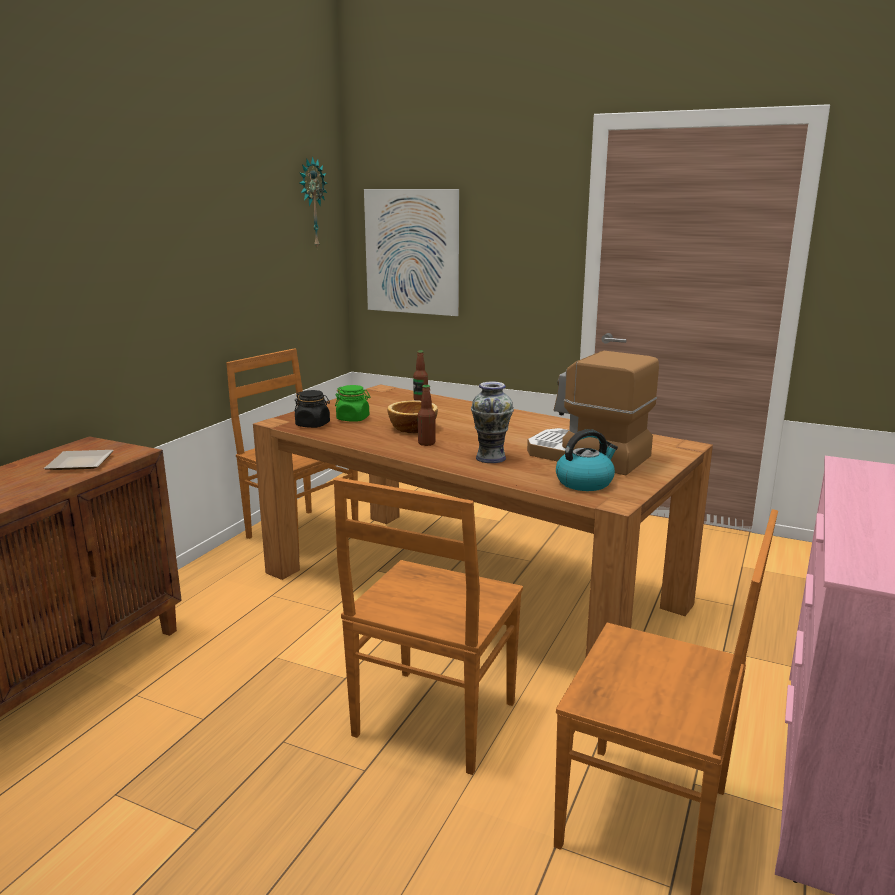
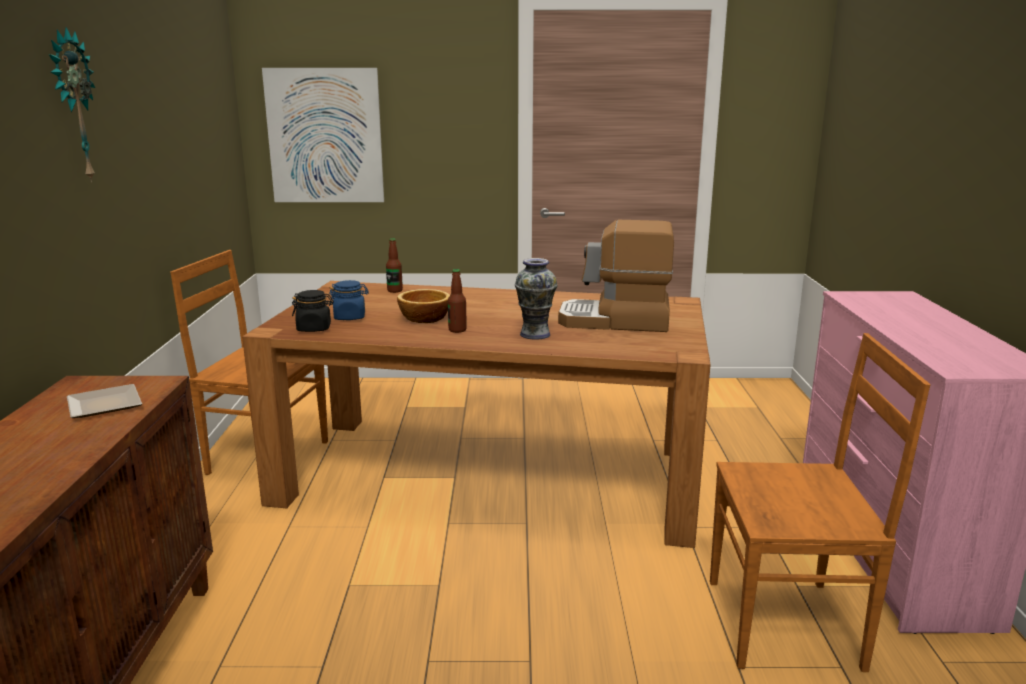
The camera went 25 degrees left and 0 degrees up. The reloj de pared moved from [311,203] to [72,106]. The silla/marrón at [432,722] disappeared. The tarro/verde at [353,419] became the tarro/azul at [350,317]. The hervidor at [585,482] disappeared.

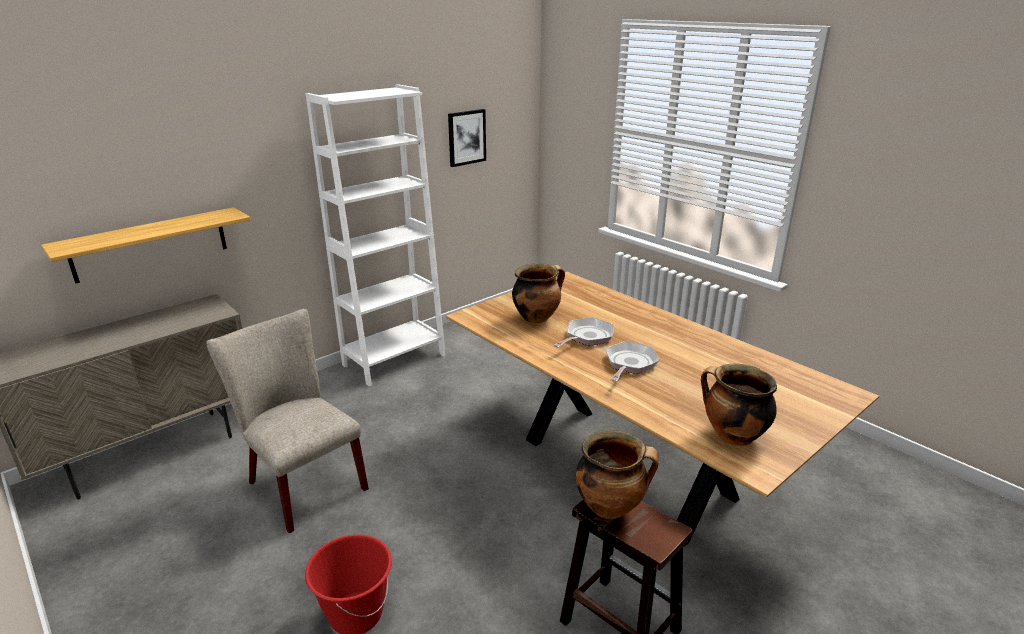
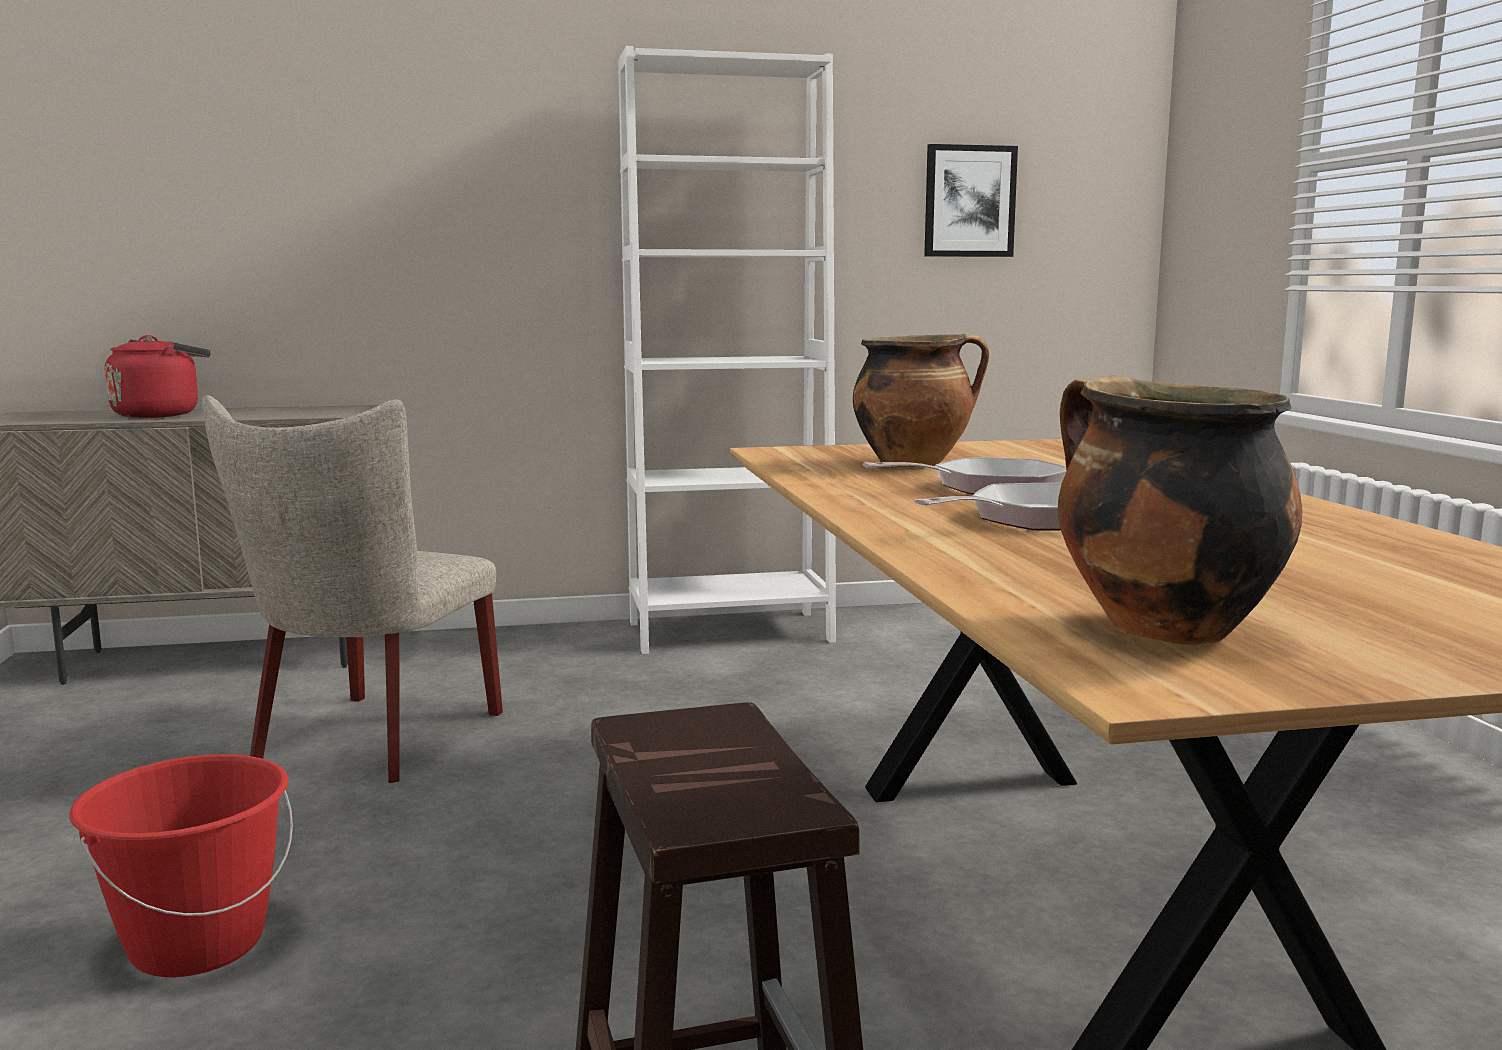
The camera went 30 degrees right and 15 degrees down. The estante at [150,244] disappeared. The silla/beis at [302,483] turned 150 degrees counterclockwise. The olla at [611,507] disappeared. The hervidor/rojo at [160,415] appeared.

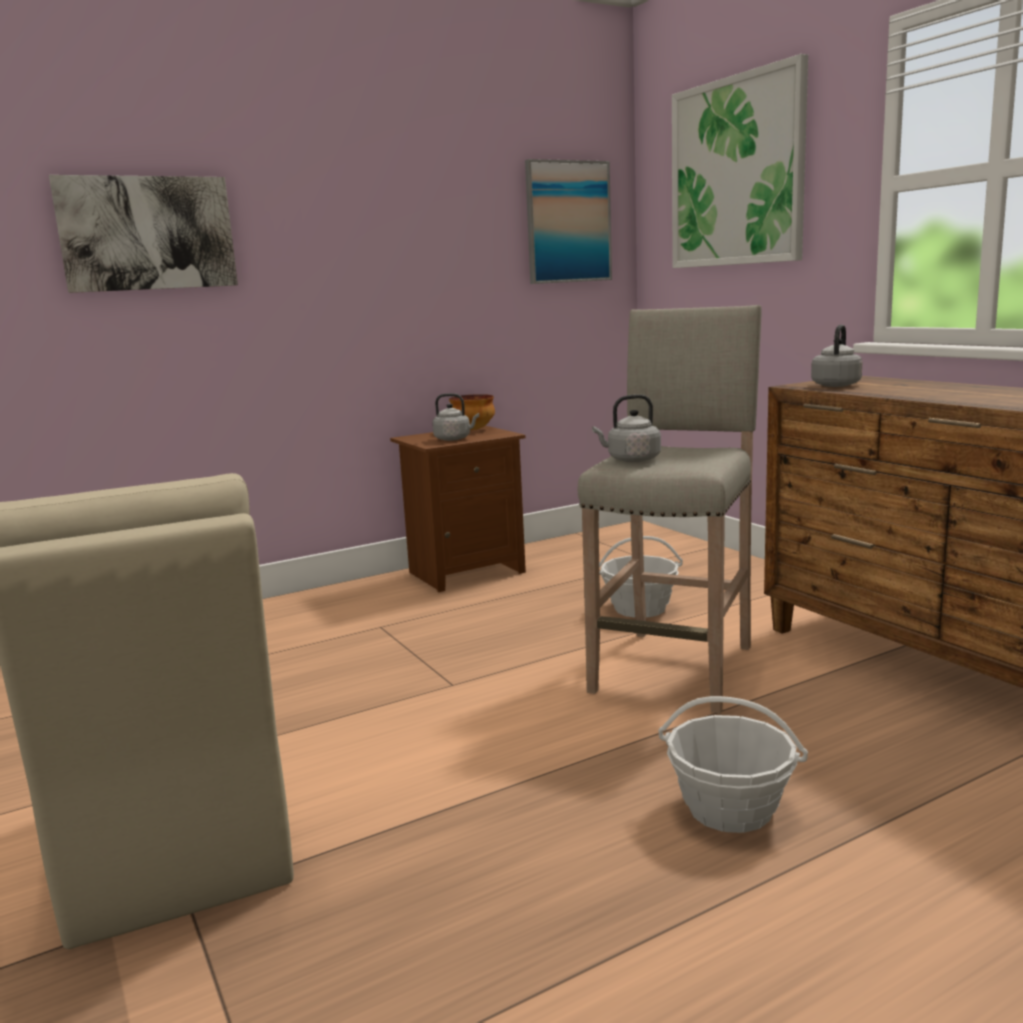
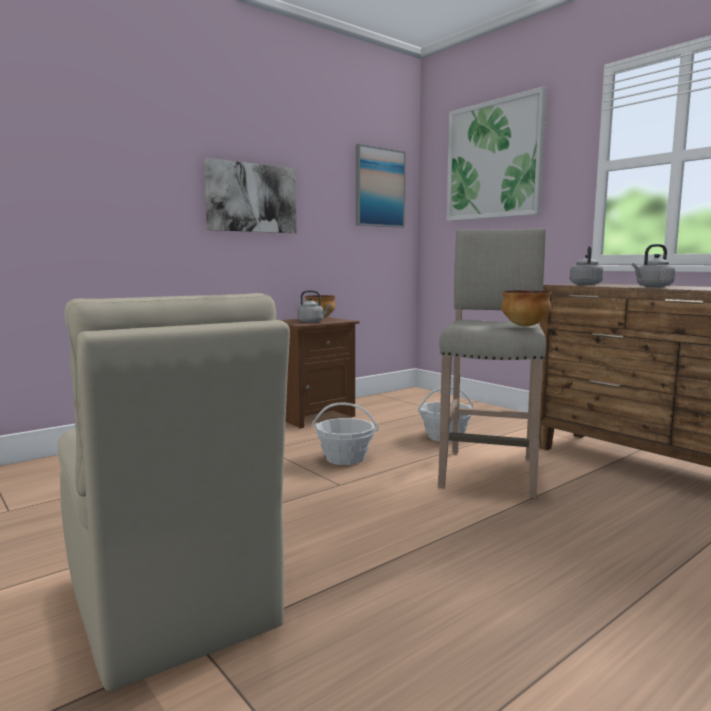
The camera went 10 degrees left and 5 degrees down. The cuadro moved from [147,233] to [251,198]. The hervidor/gris moved from [631,460] to [652,286]. The cesta moved from [730,809] to [345,458]. The cuenco at [525,326] appeared.

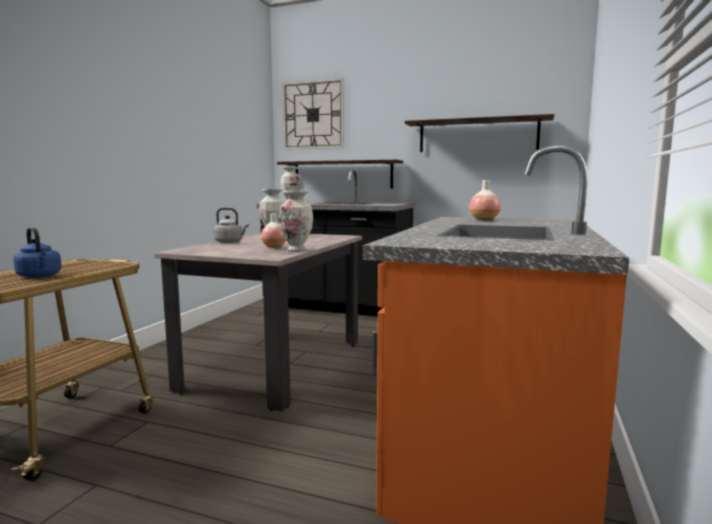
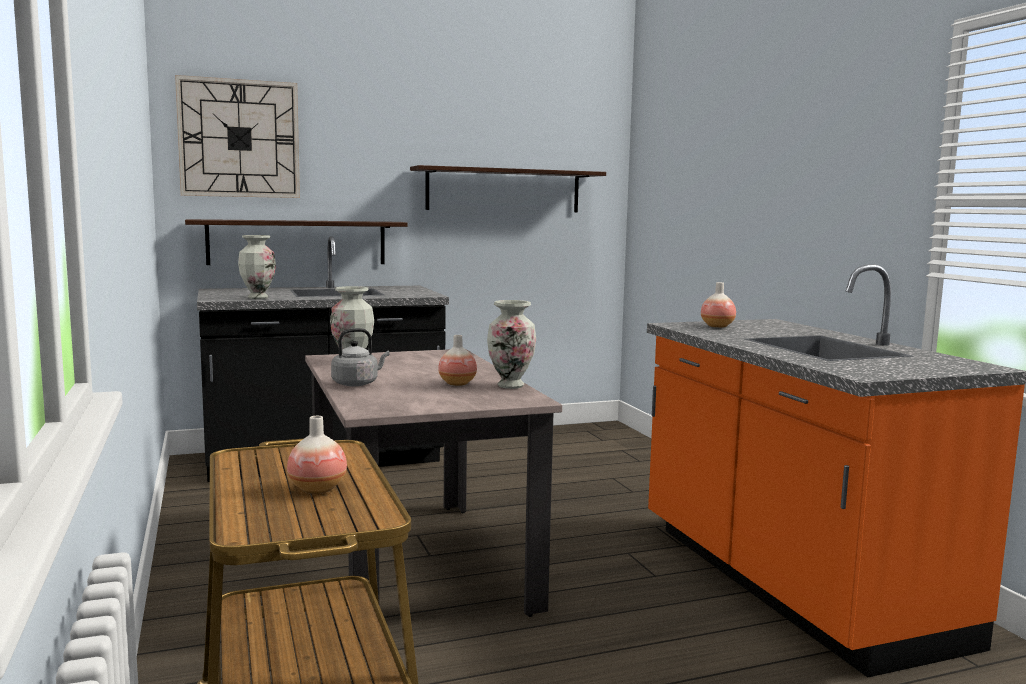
The camera went 40 degrees left and 0 degrees up. The hervidor/azul at [40,276] was replaced by the florero at [317,489].

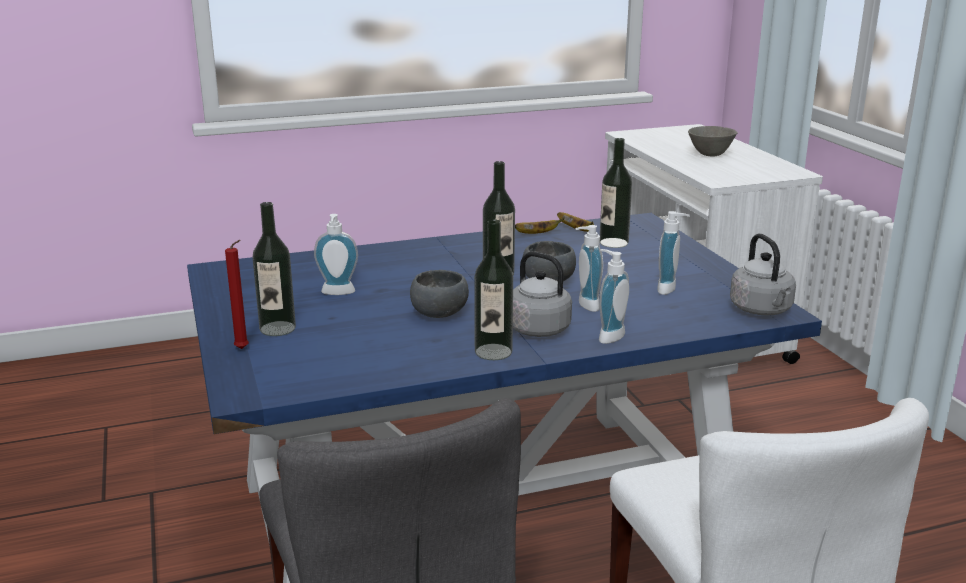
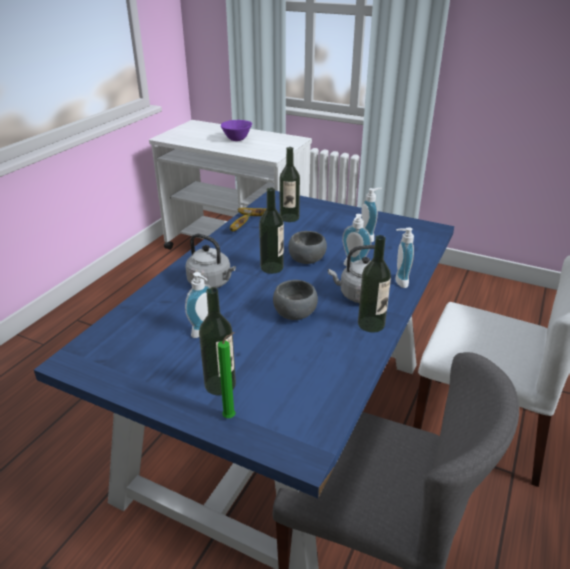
The camera went 45 degrees left and 10 degrees up. The vela/rojo at [243,349] became the vela/verde at [231,417]. The cuenco/gris at [710,155] became the cuenco/morado at [236,140]. The hervidor/gris moved from [762,310] to [211,283].

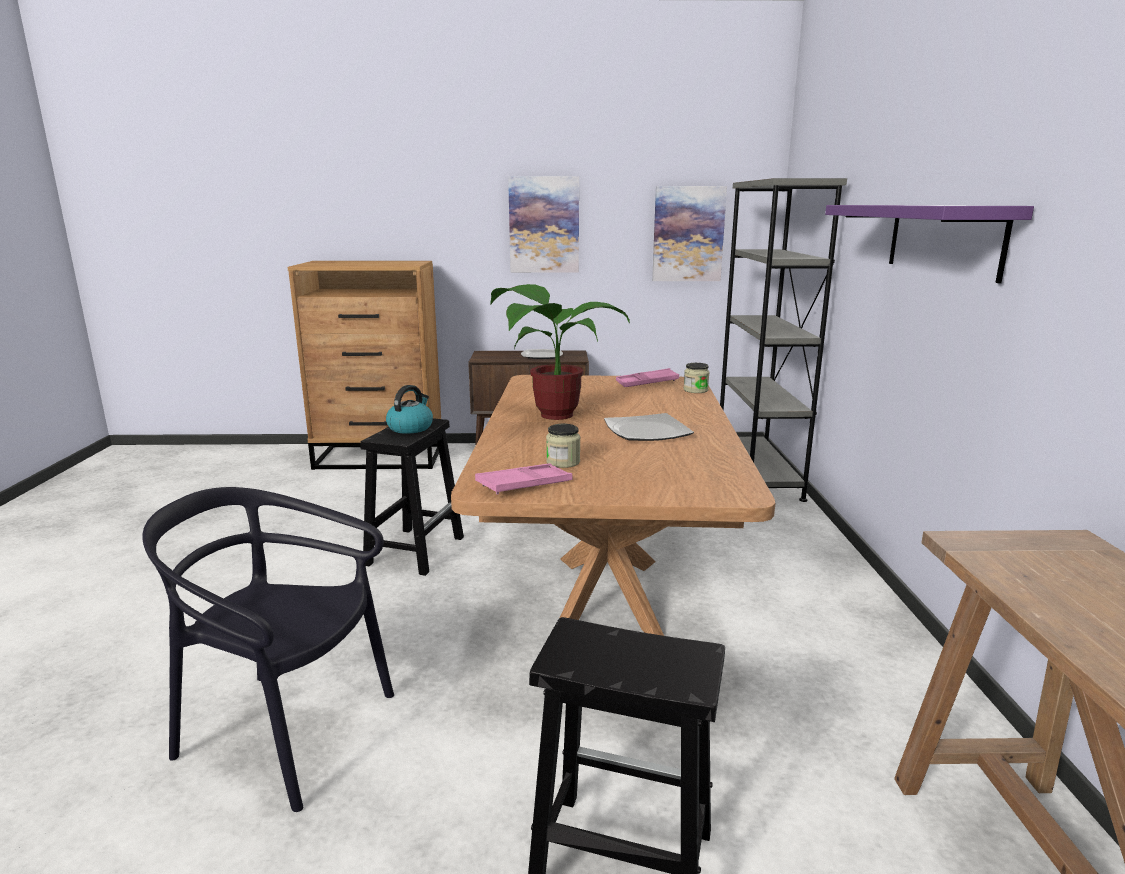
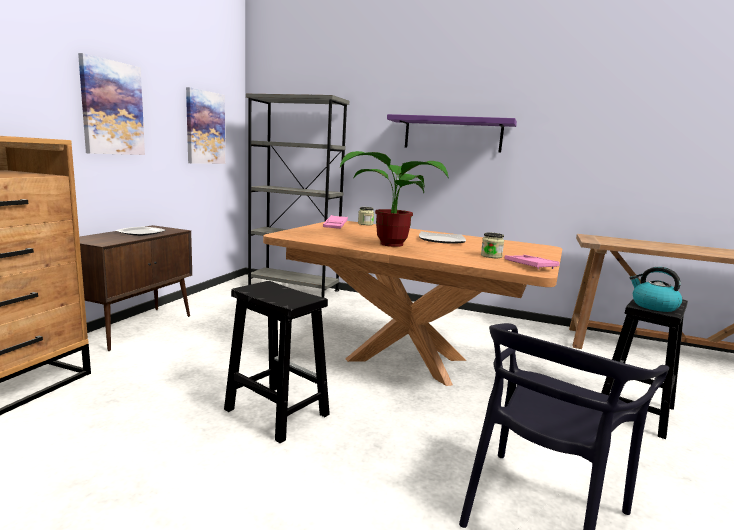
The camera went 70 degrees left and 5 degrees down. The hervidor moved from [410,427] to [653,306].

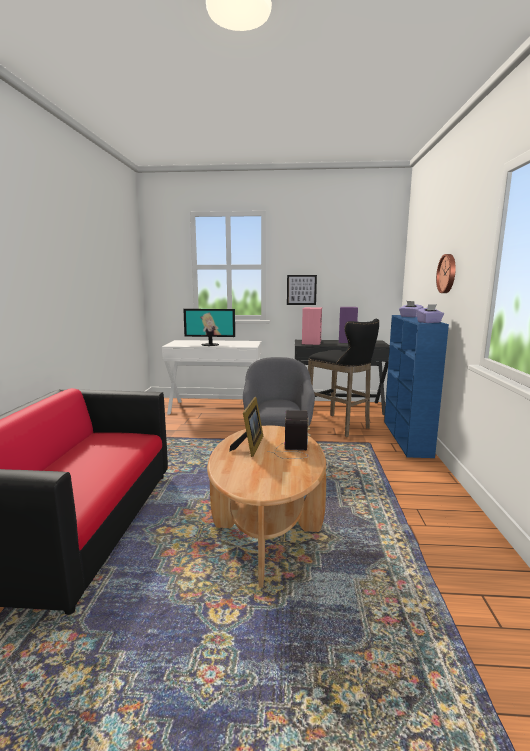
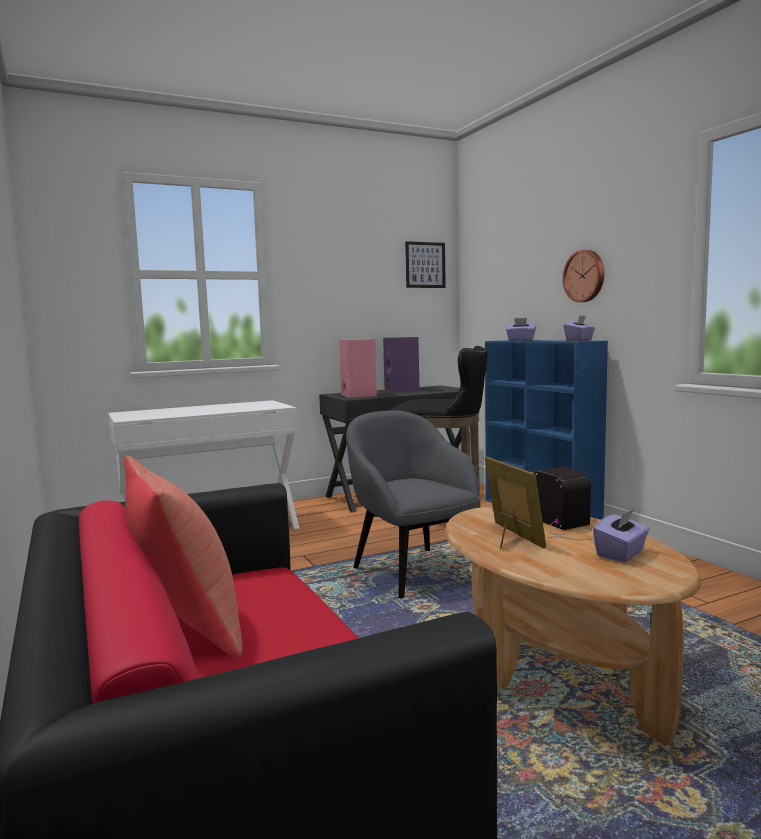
The camera went 30 degrees left and 5 degrees down. The monitor at [210,344] disappeared. The cuadro moved from [301,290] to [425,265]. The cojín/rojo at [185,624] appeared. The caja de pañuelos/morado at [621,554] appeared.

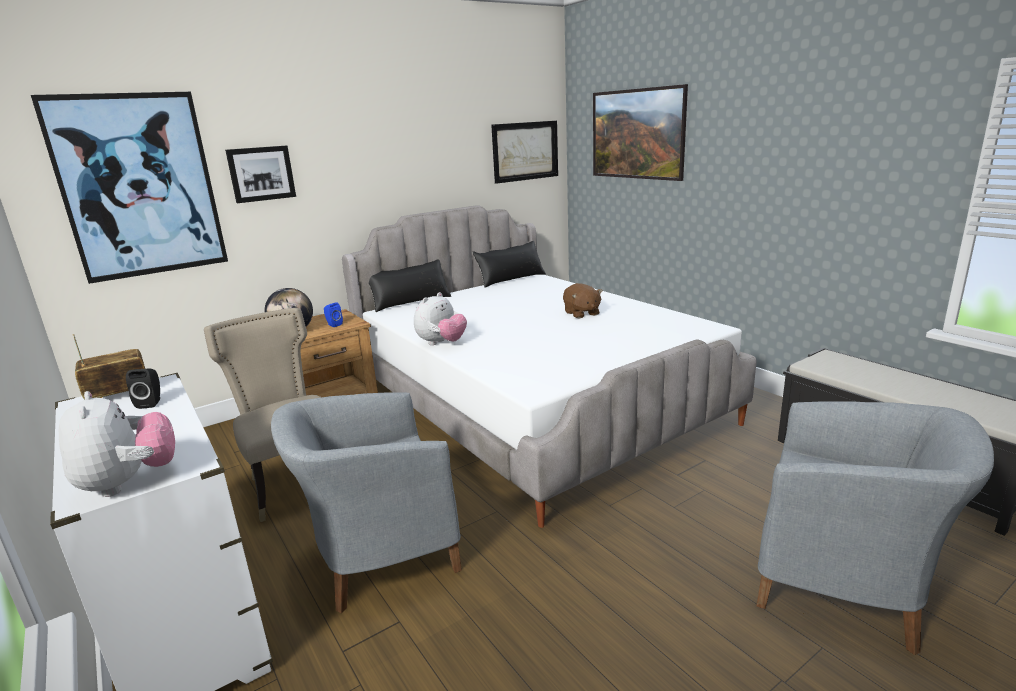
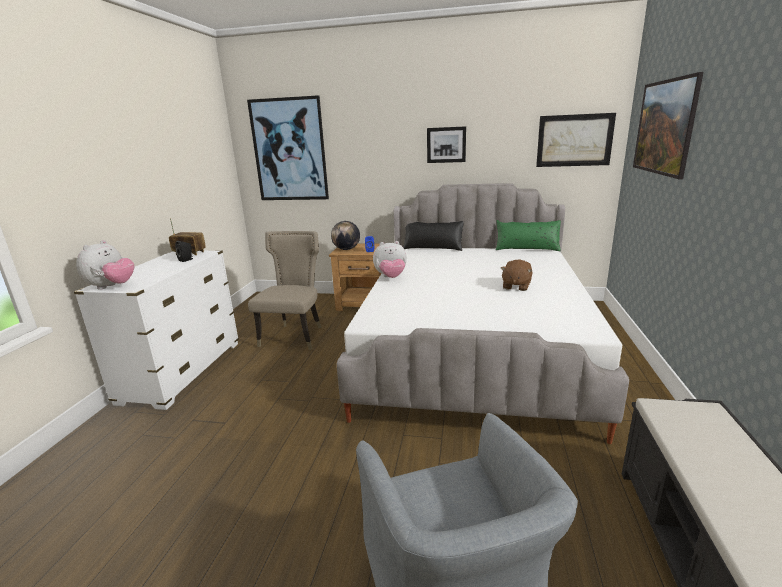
The camera went 45 degrees right and 0 degrees up. The cuadro moved from [261,174] to [446,145]. The sillón/gris at [379,556] disappeared. The cojín/negro at [510,279] became the cojín/verde at [526,248].

